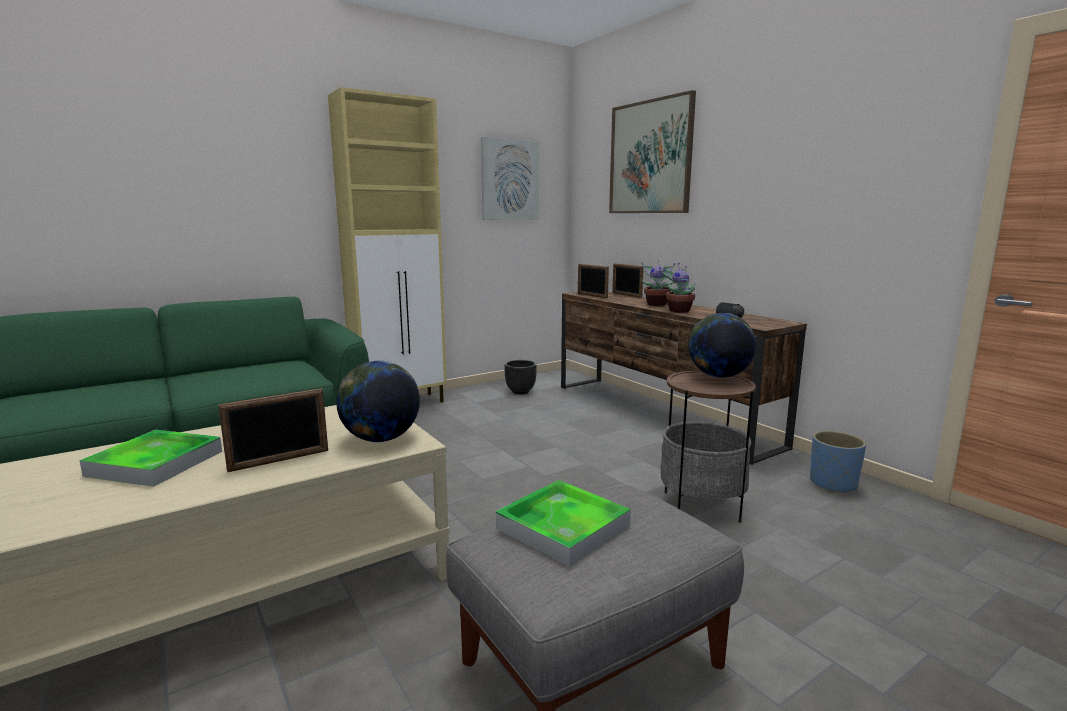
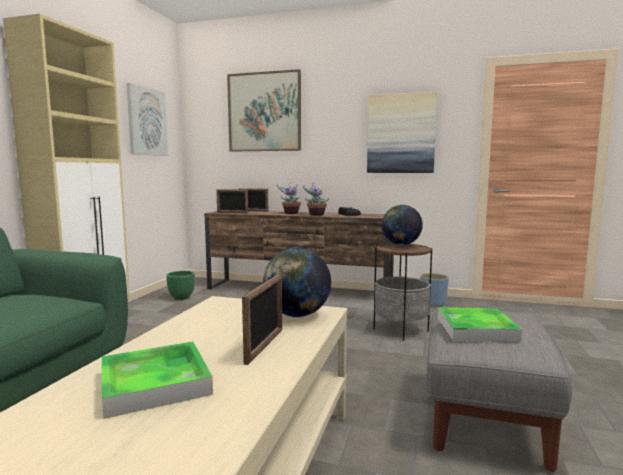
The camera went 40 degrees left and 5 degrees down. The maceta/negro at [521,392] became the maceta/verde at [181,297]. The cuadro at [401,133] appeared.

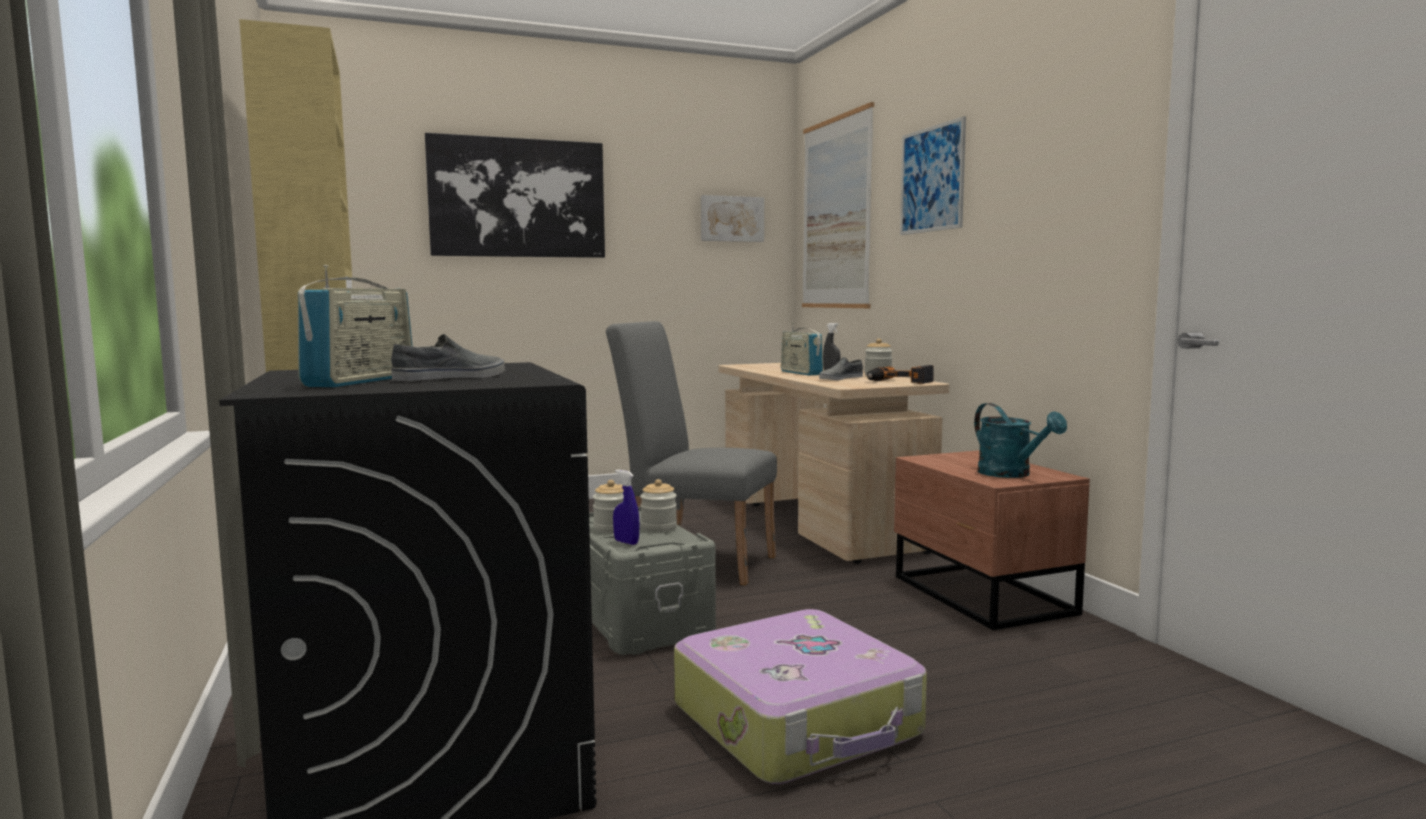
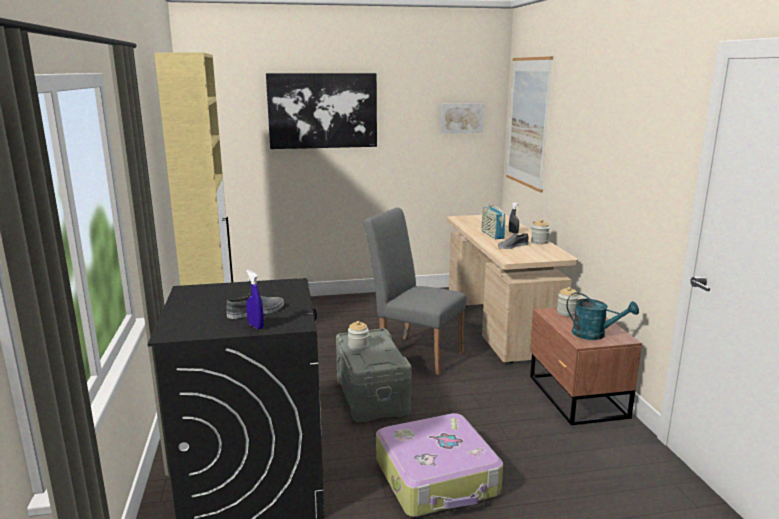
The camera went 10 degrees right and 10 degrees up. The radio at [361,381] disappeared. The pulverizador/azul moved from [626,542] to [256,326]. The tarro moved from [658,527] to [566,312]. The taladro at [899,381] disappeared. The cuadro at [932,179] disappeared. The regadera/turquesa at [1011,474] turned 45 degrees counterclockwise.

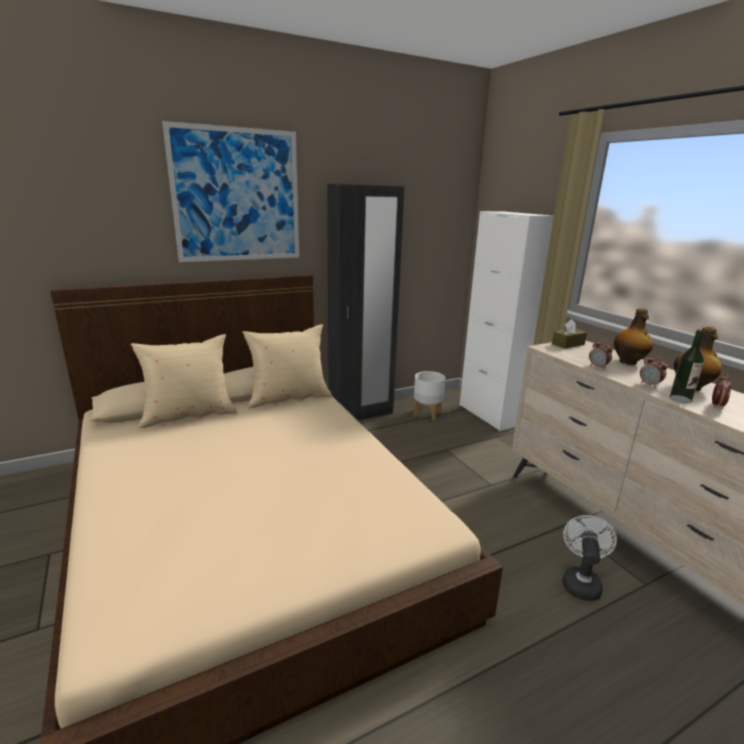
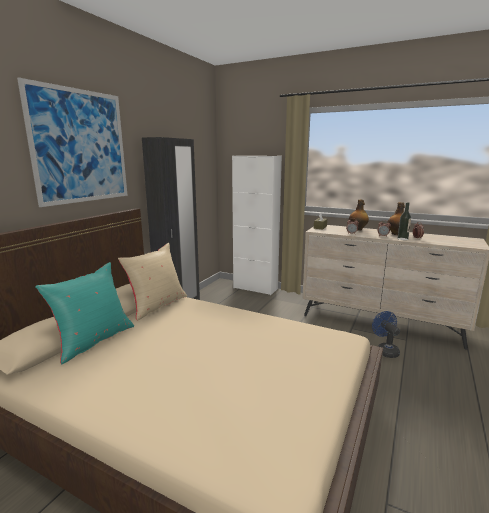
The camera went 35 degrees left and 5 degrees down. The cojín/beis at [189,415] became the cojín/turquesa at [93,340]. The maceta/blanco at [427,414] disappeared. The ventilador/blanco at [580,581] became the ventilador/azul at [385,350].

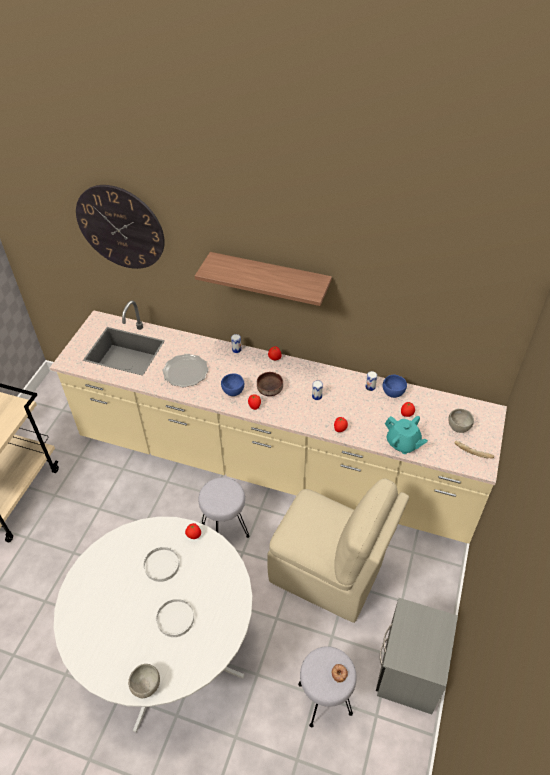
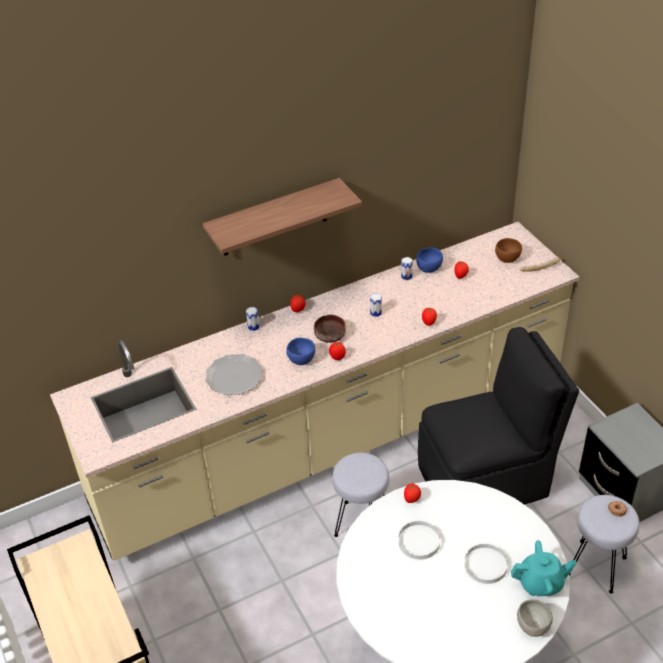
The camera went 45 degrees left and 5 degrees down. The reloj de pared at [120,227] disappeared. The silla/beis at [328,574] became the silla/negro at [486,481]. The tetera/turquesa moved from [403,443] to [540,583]. The cuenco/gris at [459,427] became the cuenco/marrón at [507,258].

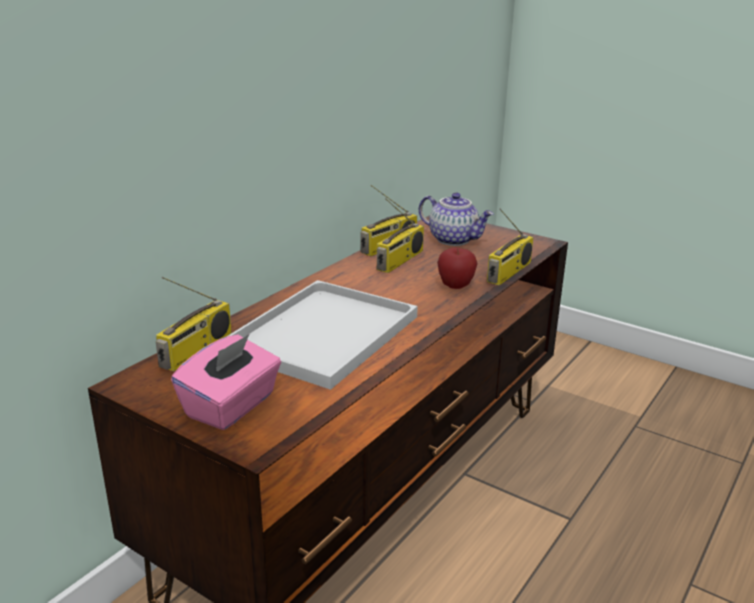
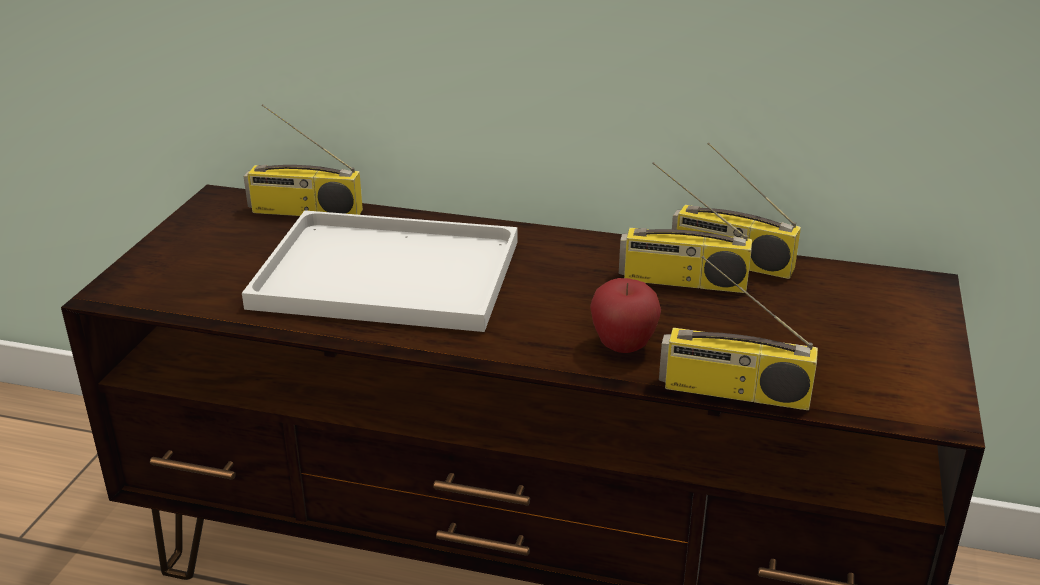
The camera went 70 degrees right and 5 degrees up. The caja de pañuelos/rosa at [231,406] disappeared. The tetera at [454,239] disappeared.

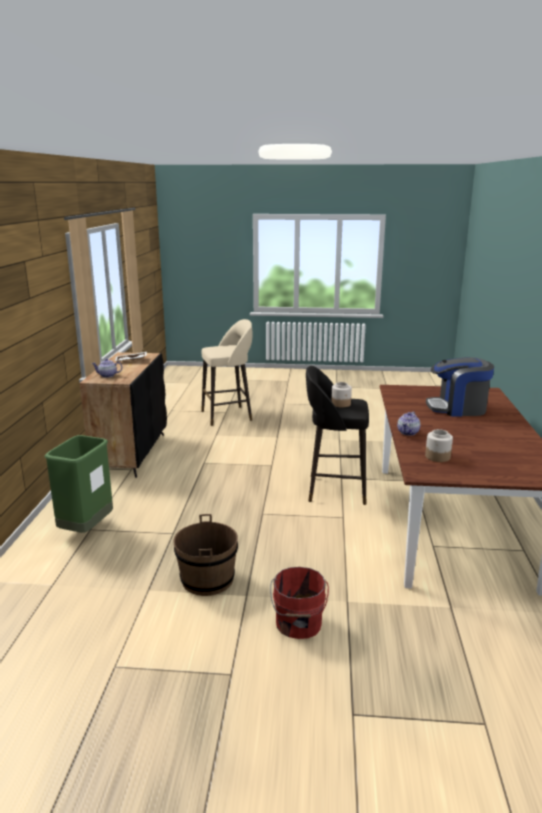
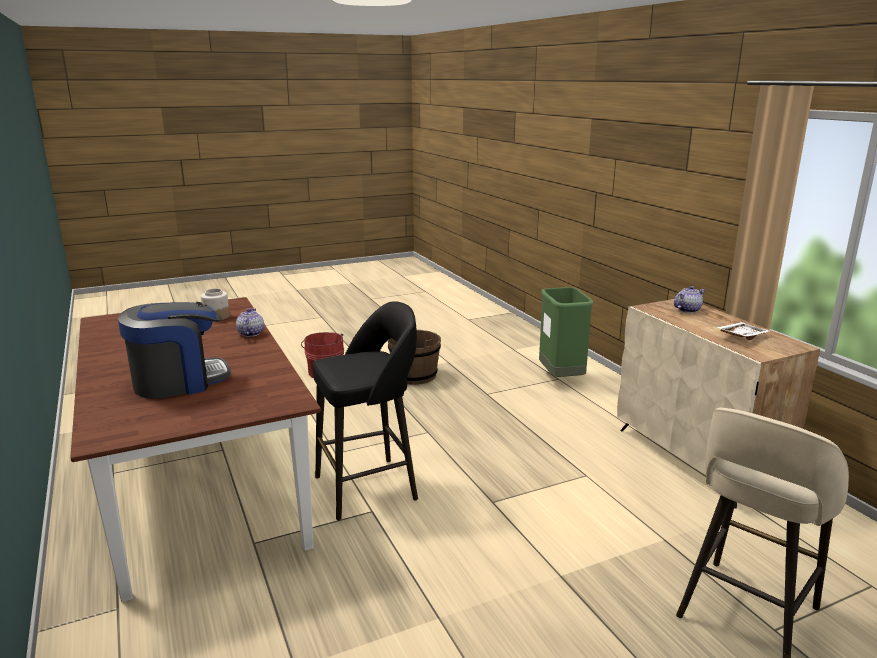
The camera went 150 degrees right and 0 degrees up. The armario/negro at [131,453] became the armario/beis at [697,458]. The tarro at [341,404] disappeared.

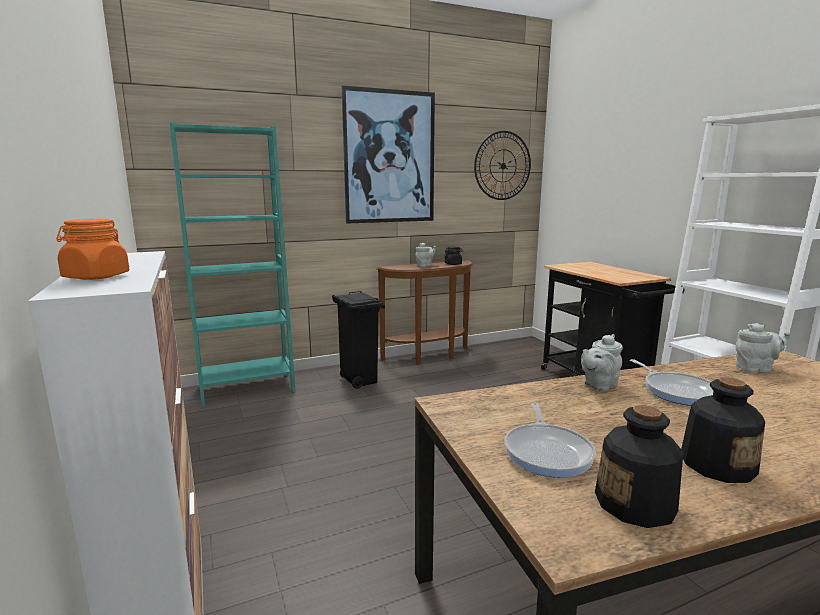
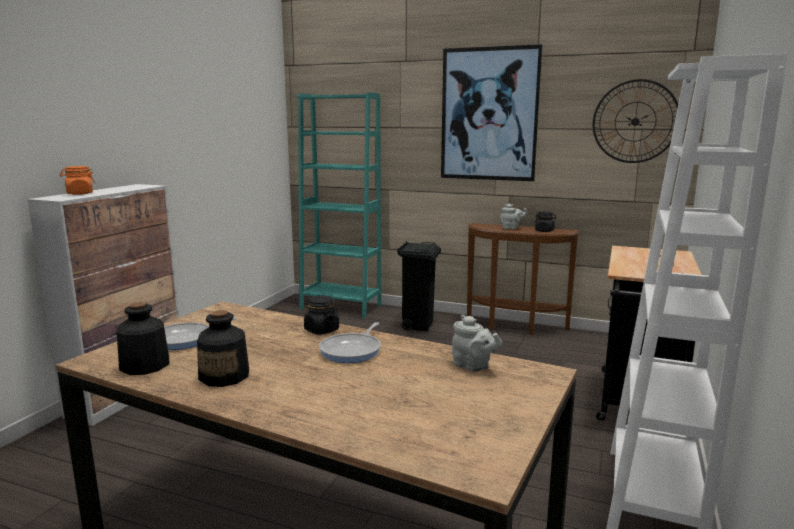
The camera went 45 degrees right and 0 degrees up. The tetera/gris at [598,385] was replaced by the tarro/negro at [321,330].

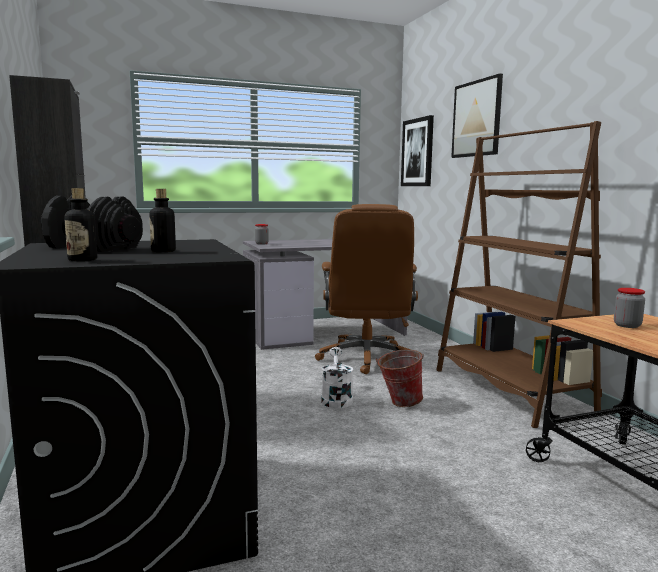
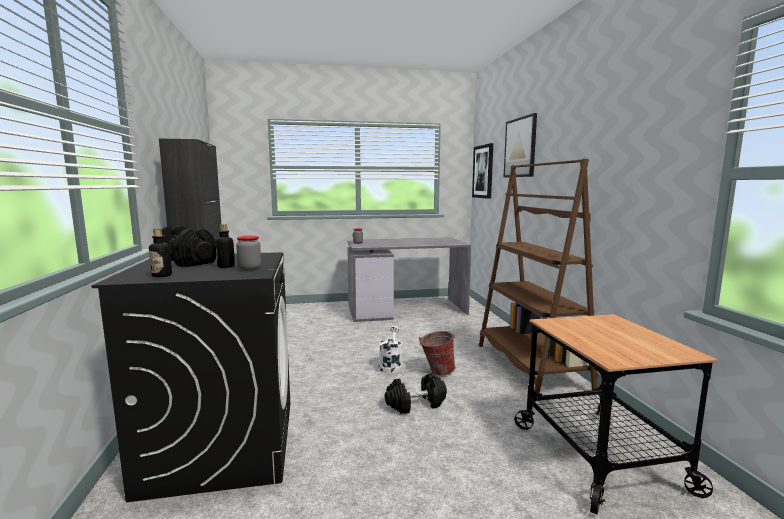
The camera went 10 degrees right and 0 degrees up. The silla de oficina/marrón at [366,358] disappeared. The tarro moved from [627,325] to [249,268]. The mancuerna/negro at [415,404] appeared.

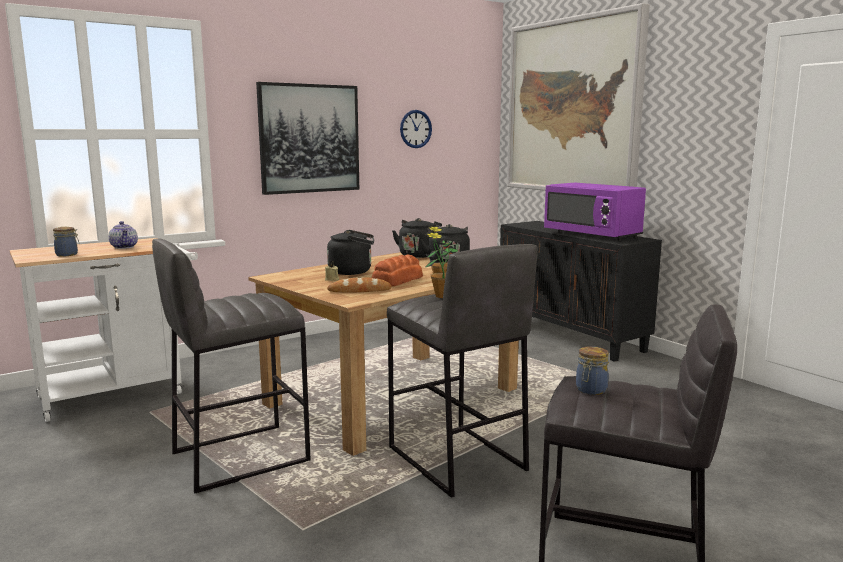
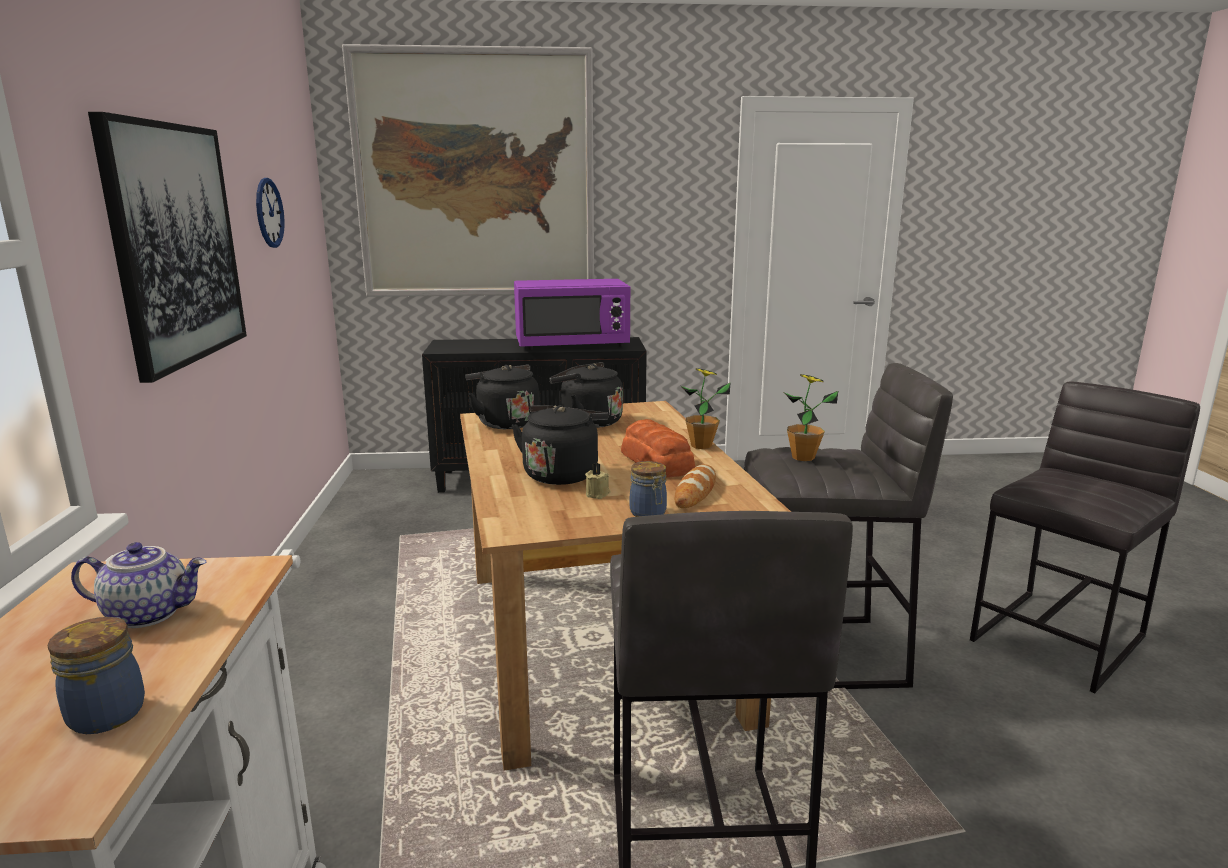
The camera went 60 degrees left and 5 degrees up. The tarro moved from [590,390] to [648,513].

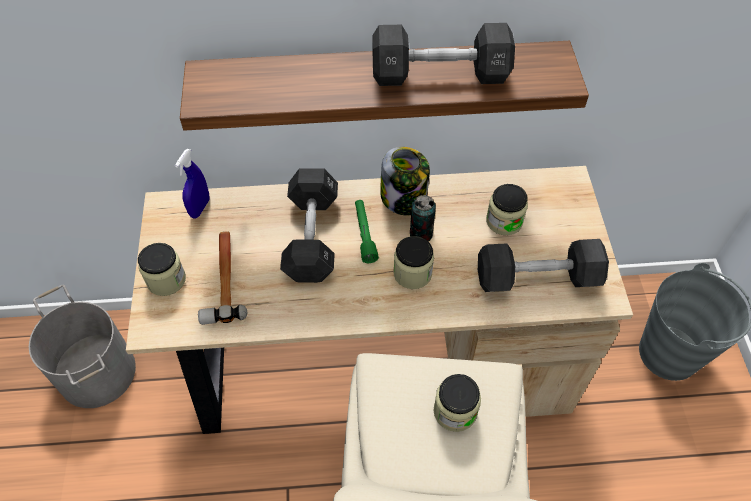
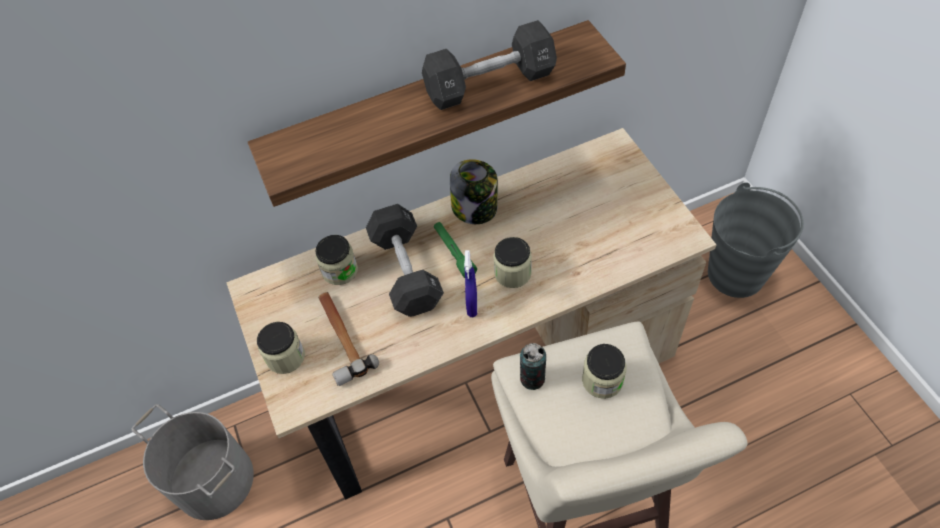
The camera went 15 degrees left and 0 degrees up. The pulverizador/azul moved from [200,208] to [472,305]. The lata moved from [421,234] to [532,378]. The mancuerna/negro at [537,278] disappeared. The tarro moved from [504,221] to [340,270].

